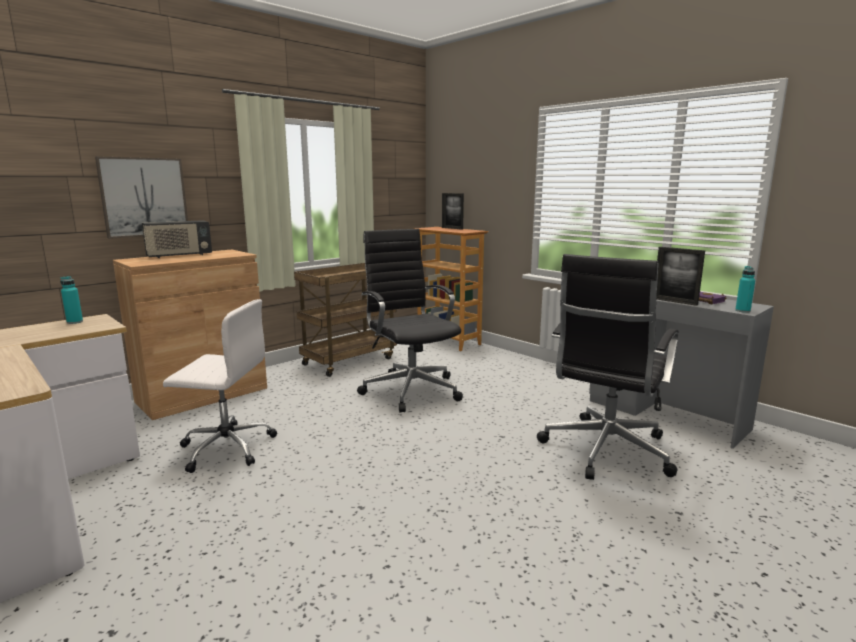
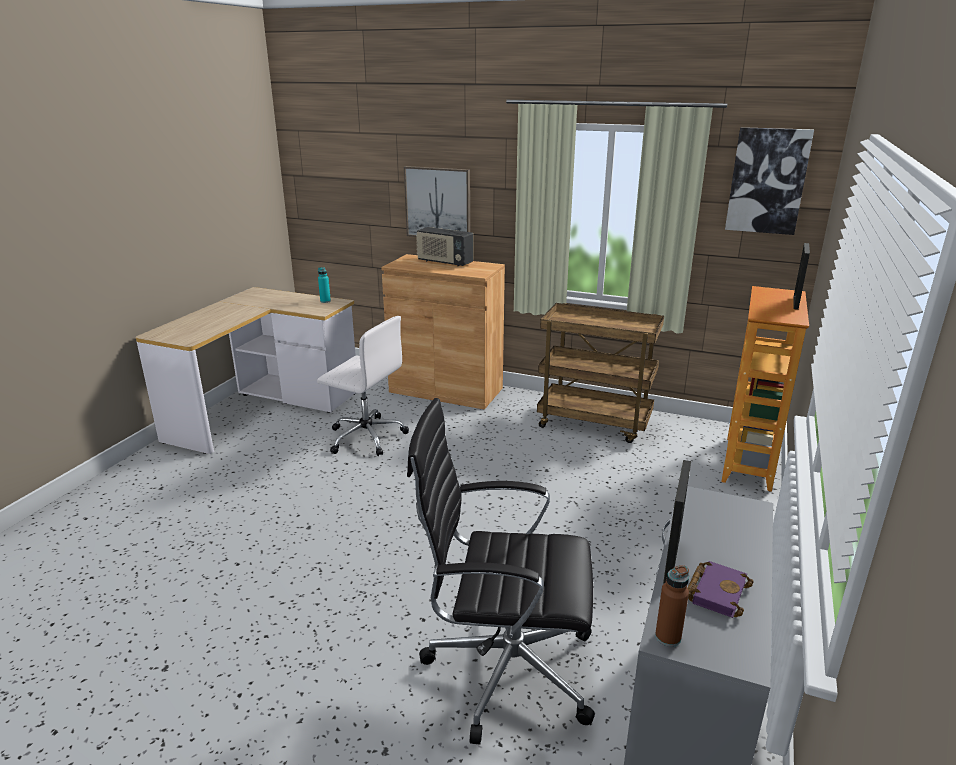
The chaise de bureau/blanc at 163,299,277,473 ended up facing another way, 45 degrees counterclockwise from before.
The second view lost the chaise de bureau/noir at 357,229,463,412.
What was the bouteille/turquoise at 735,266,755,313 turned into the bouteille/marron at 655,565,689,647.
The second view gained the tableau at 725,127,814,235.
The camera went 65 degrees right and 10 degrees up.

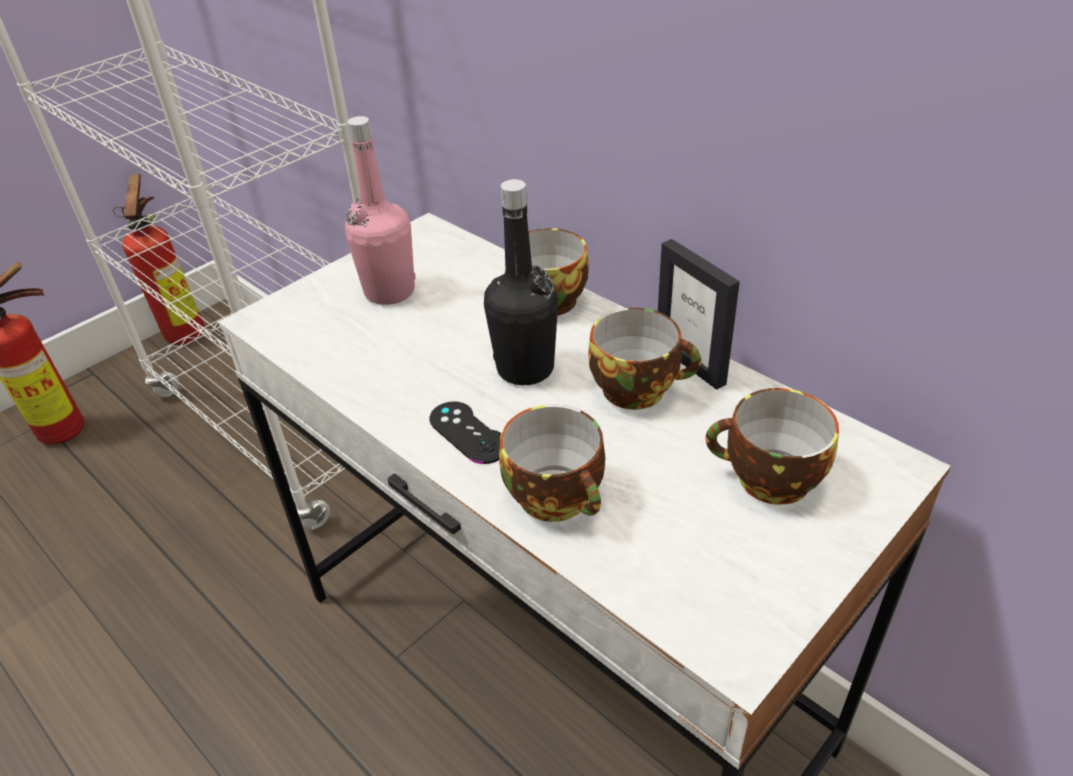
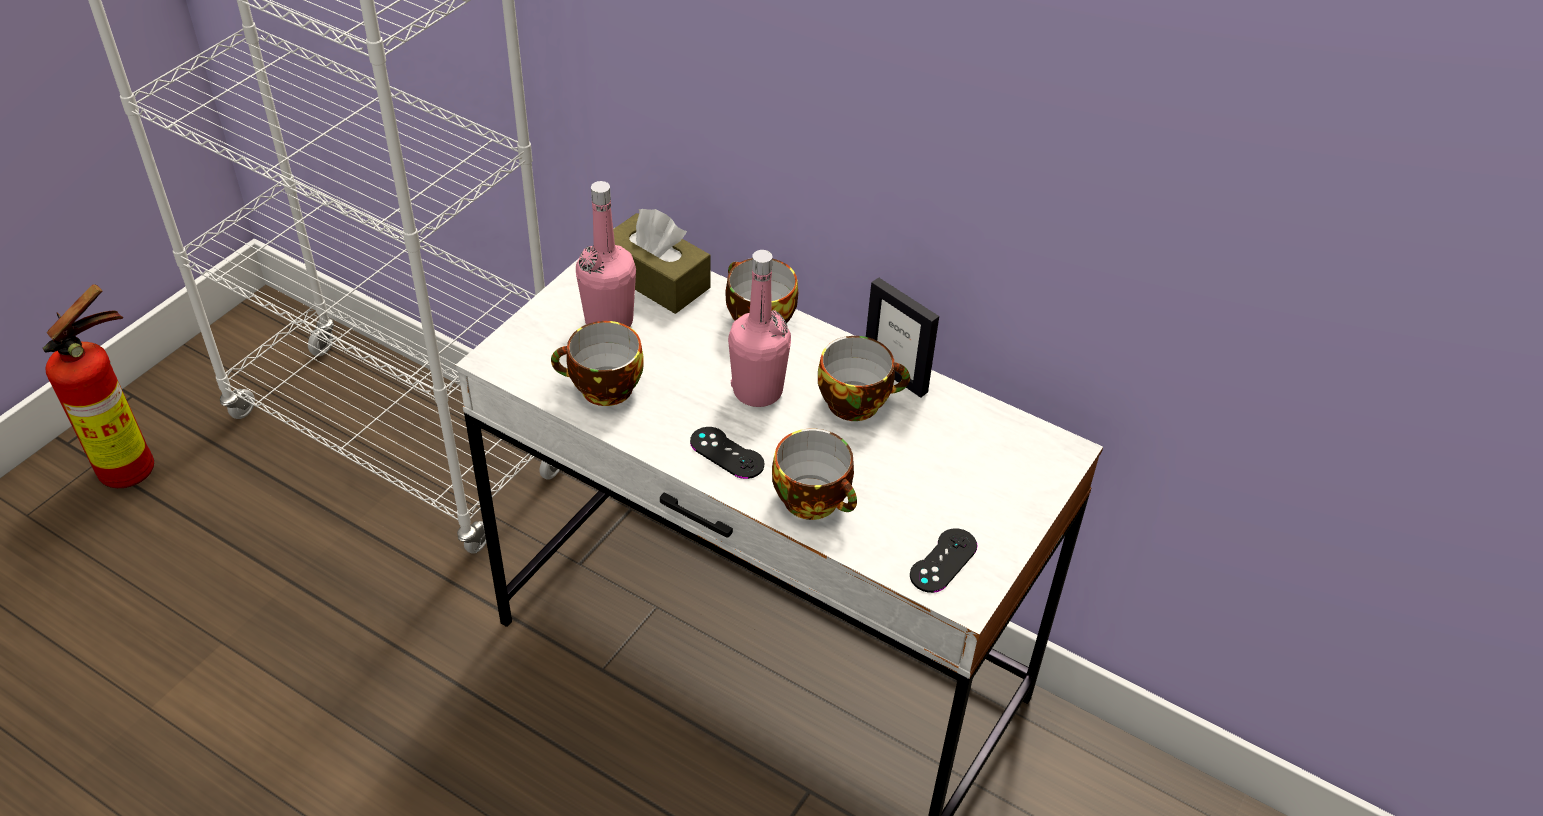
The second view lost the extincteur at 113,174,205,345.
What was the bouteille/noir at 484,179,558,385 turned into the bouteille/rose at 728,250,791,407.
The tasse ended up elsewhere, having gone from 705,388,839,505 to 551,321,644,406.
The second view gained the boîte à mouchoirs/marron at 613,209,710,314.
The second view gained the manette/noir at 910,528,977,593.
The camera went 15 degrees left and 5 degrees up.

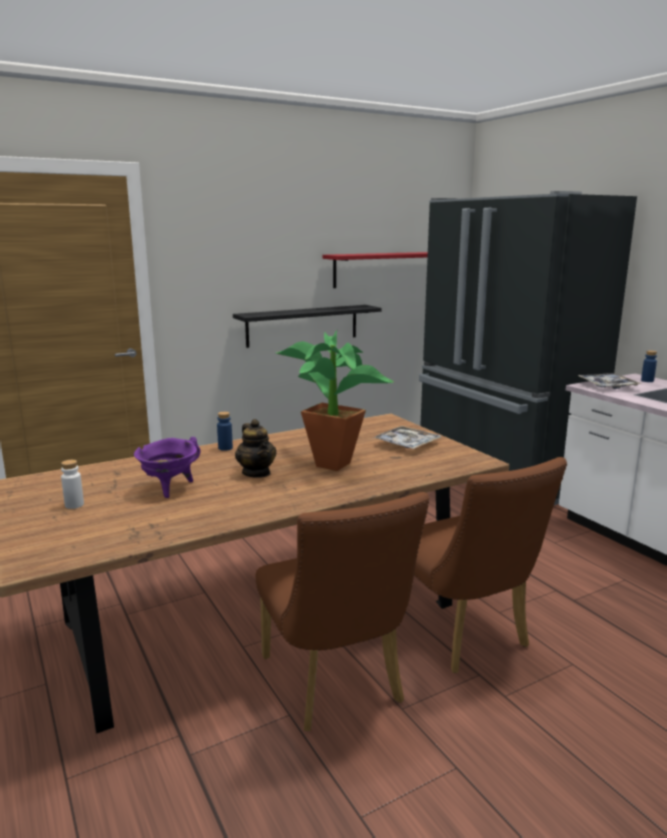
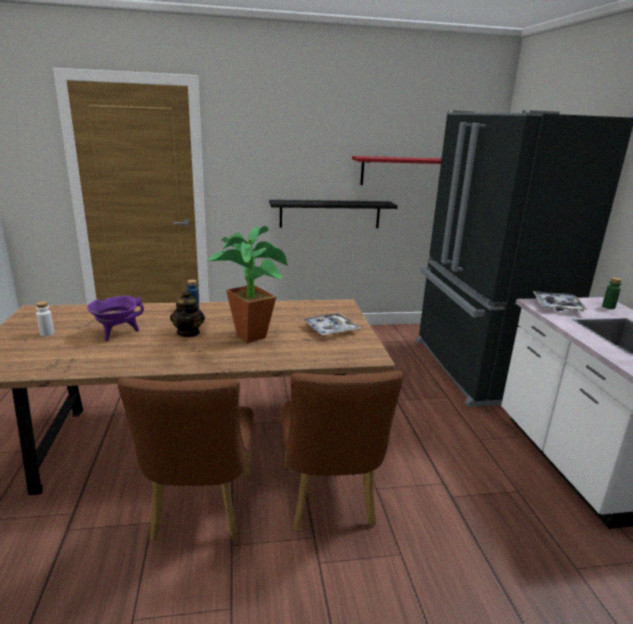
What was the bouteille/bleu at 641,350,657,382 turned into the bouteille/vert at 602,277,622,309.
The camera went 20 degrees right and 5 degrees up.

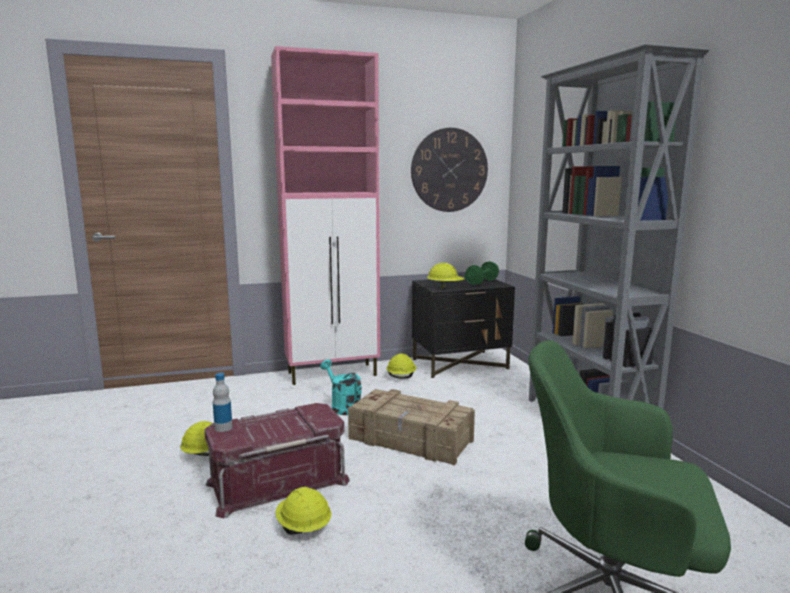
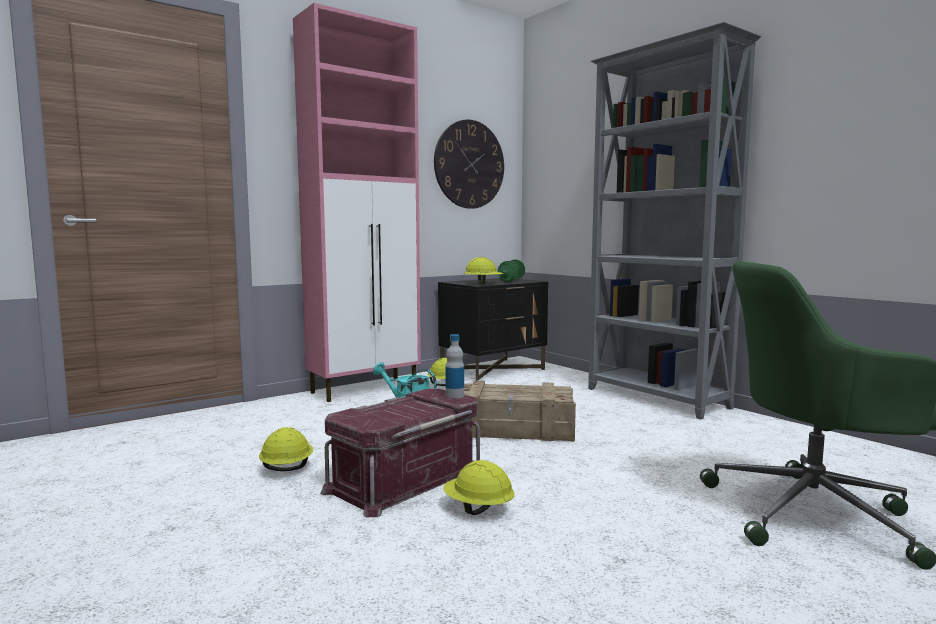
The bouteille ended up elsewhere, having gone from 213,373,233,432 to 445,334,464,399.
The camera went 20 degrees left and 5 degrees down.

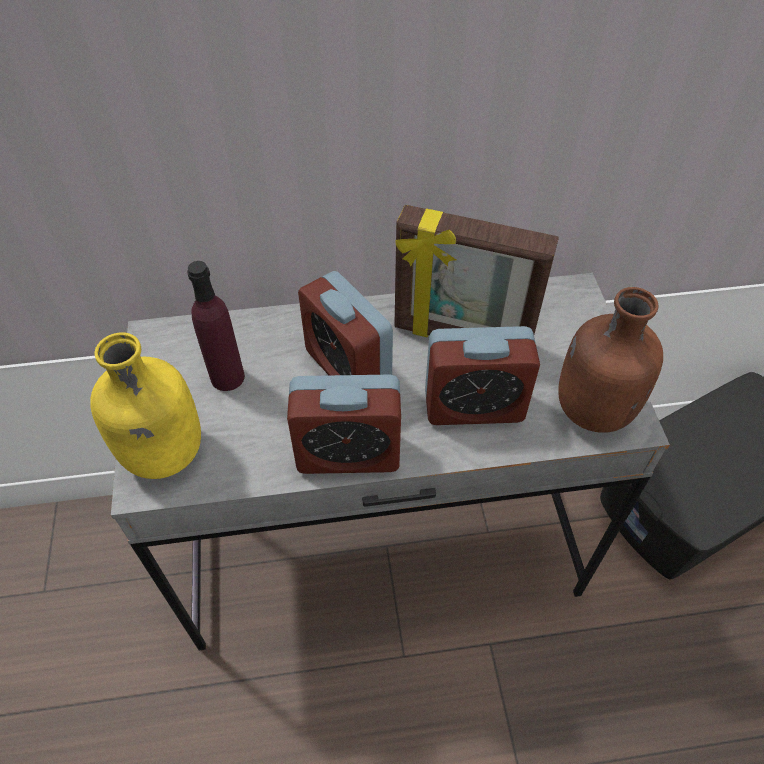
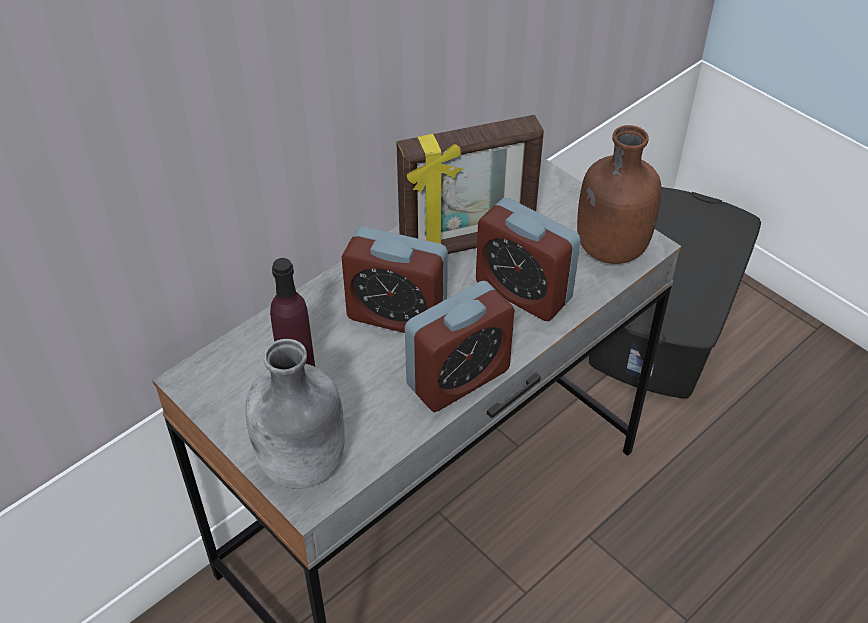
What was the bouteille/jaune at 90,332,201,479 turned into the bouteille/gris at 245,339,344,489.
The réveil at 425,326,540,425 ended up facing another way, 75 degrees clockwise from before.
The camera went 35 degrees left and 5 degrees down.

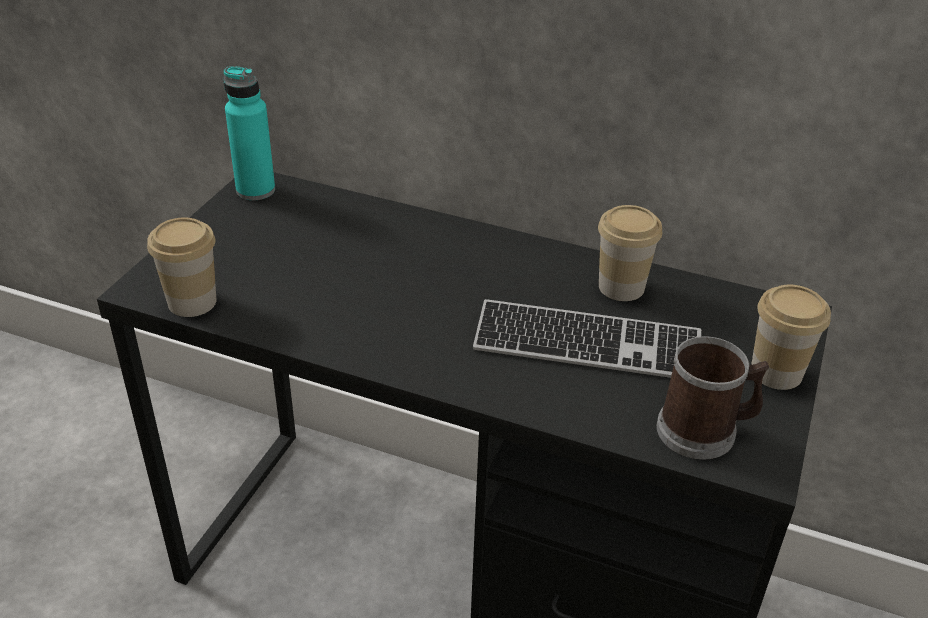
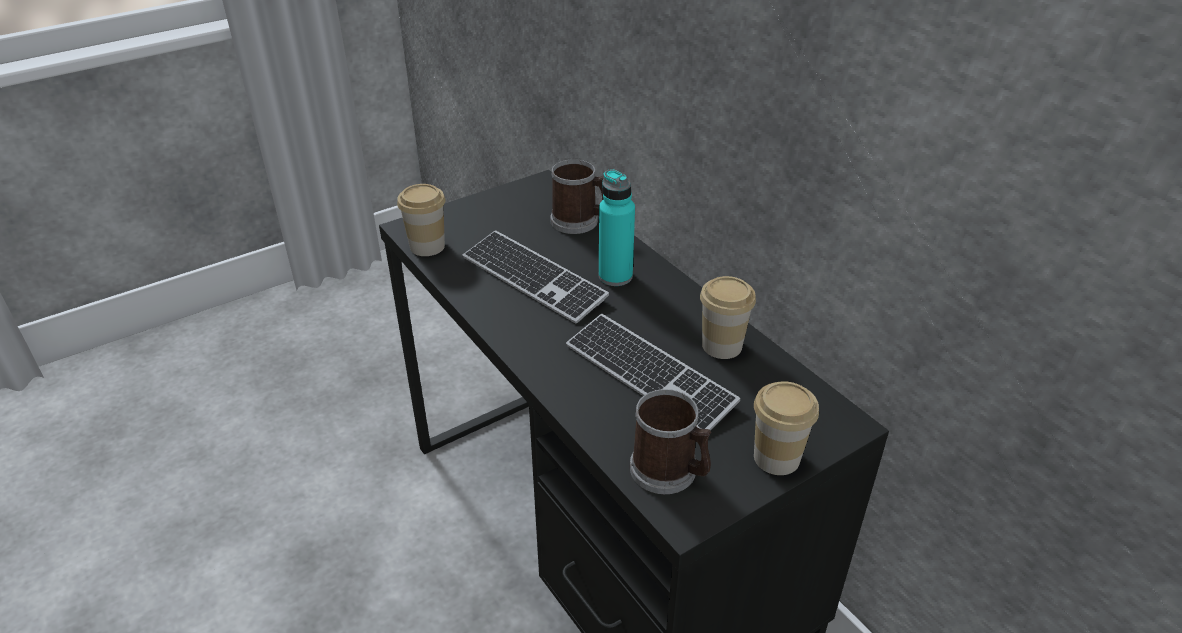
The bouteille/turquoise ended up elsewhere, having gone from 224,66,275,200 to 599,169,635,286.
The second view gained the clavier at 463,230,609,324.
The second view gained the mug at 550,159,604,234.
The camera went 35 degrees right and 0 degrees up.

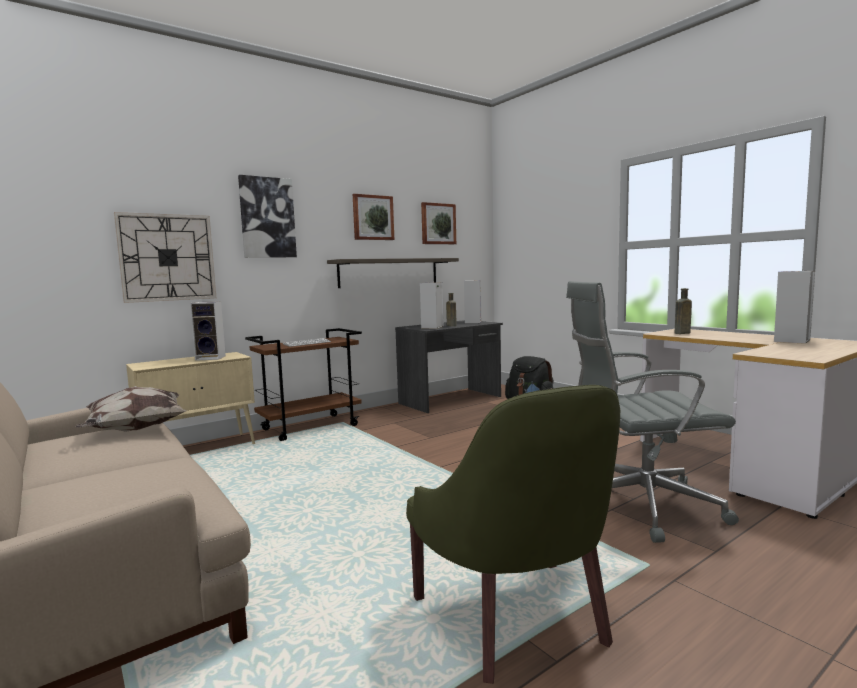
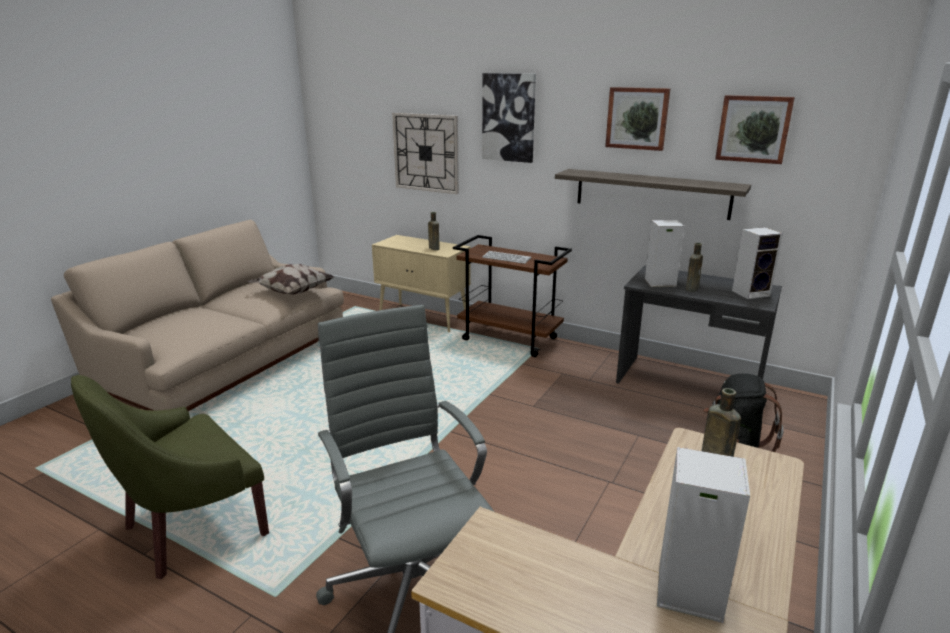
Where the enceinte stood at 190,301,226,361, the bouteille/marron came to stand at 428,212,440,250.
The camera went 65 degrees right and 15 degrees up.

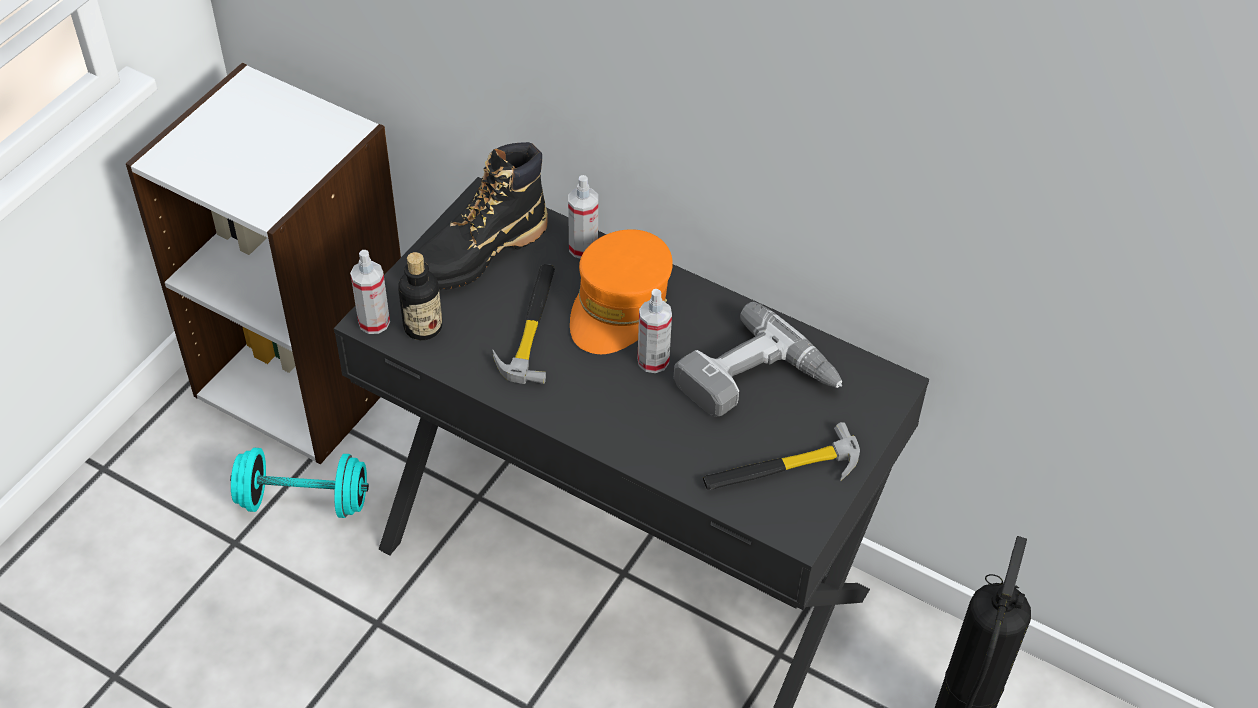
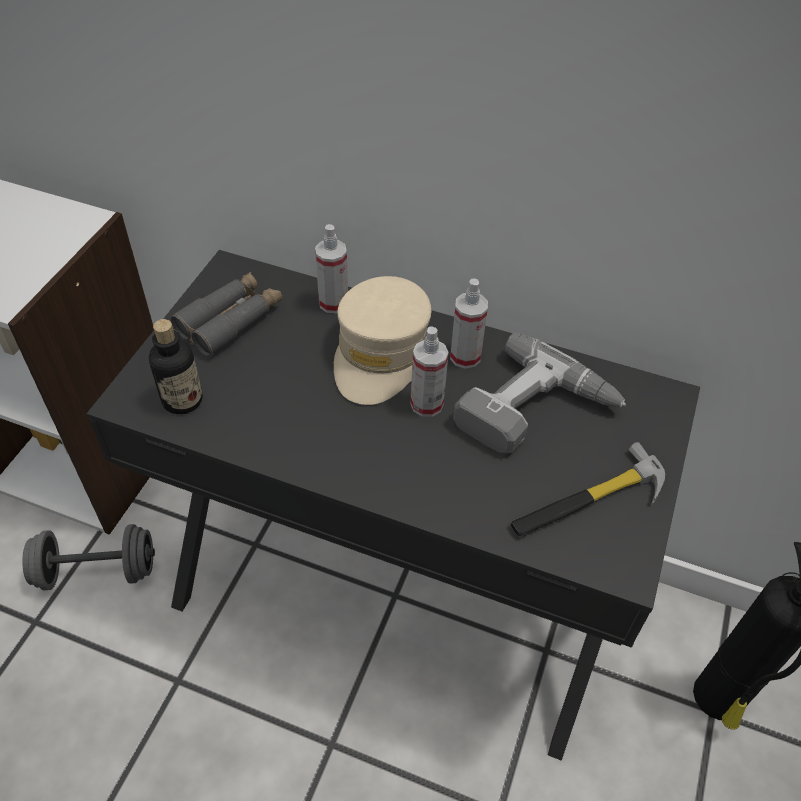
What was the haltère/turquoise at 230,448,369,518 turned into the haltère/gris at 22,524,155,590.
The vaporisateur ended up elsewhere, having gone from 350,250,390,334 to 450,278,488,369.
Where the botte/noir stood at 417,142,548,290, the jumelles/gris came to stand at 171,272,283,356.
The second view lost the marteau at 492,264,555,384.
What was the casquette/orange at 570,229,673,354 turned into the casquette/beige at 334,276,431,405.
The camera went 10 degrees left and 0 degrees up.

